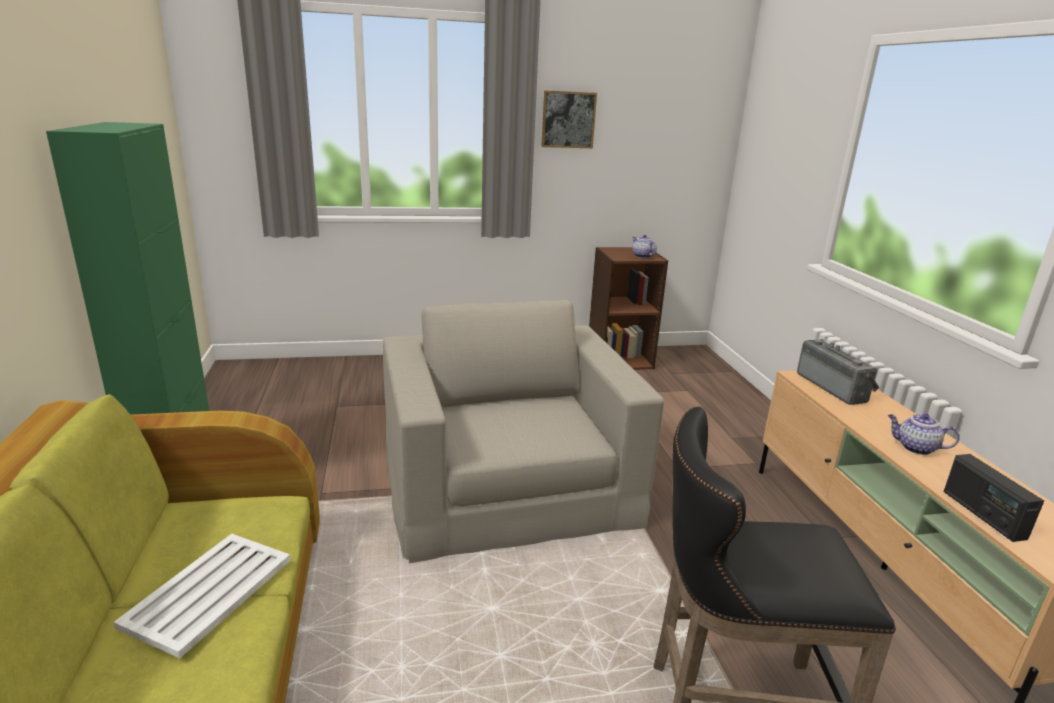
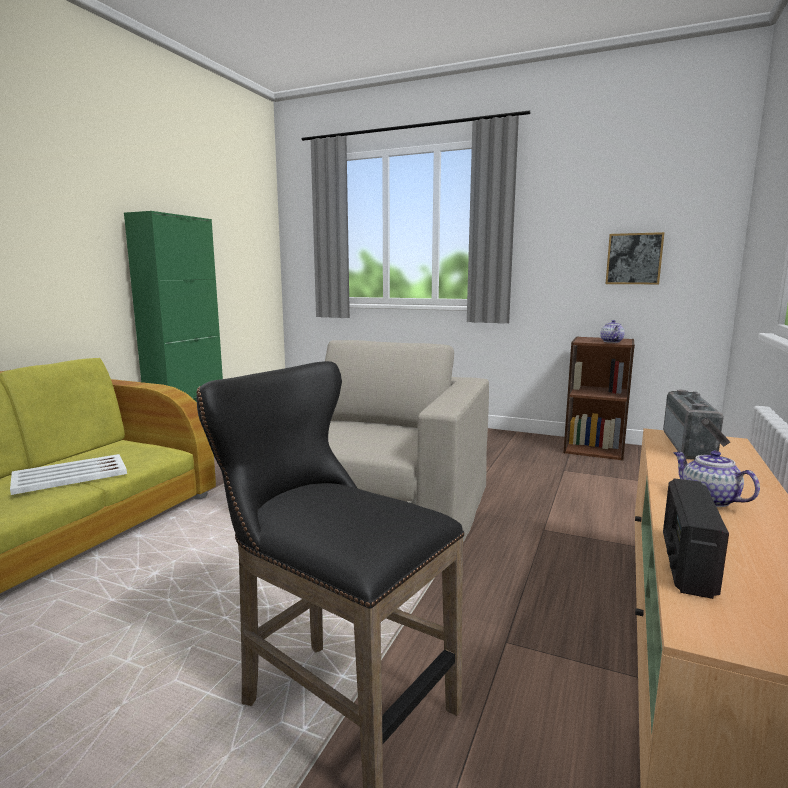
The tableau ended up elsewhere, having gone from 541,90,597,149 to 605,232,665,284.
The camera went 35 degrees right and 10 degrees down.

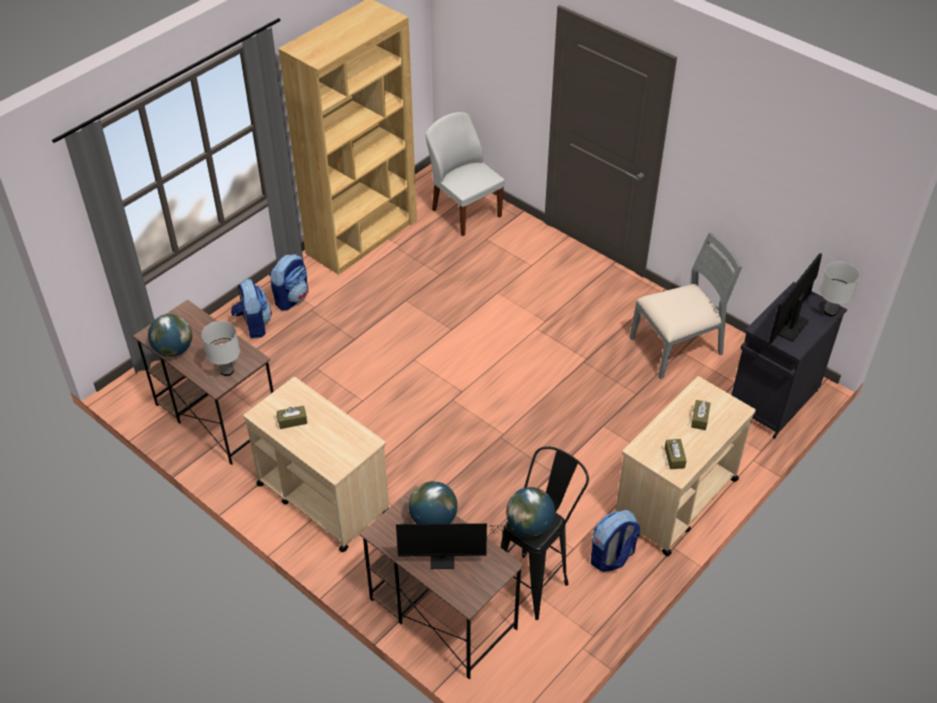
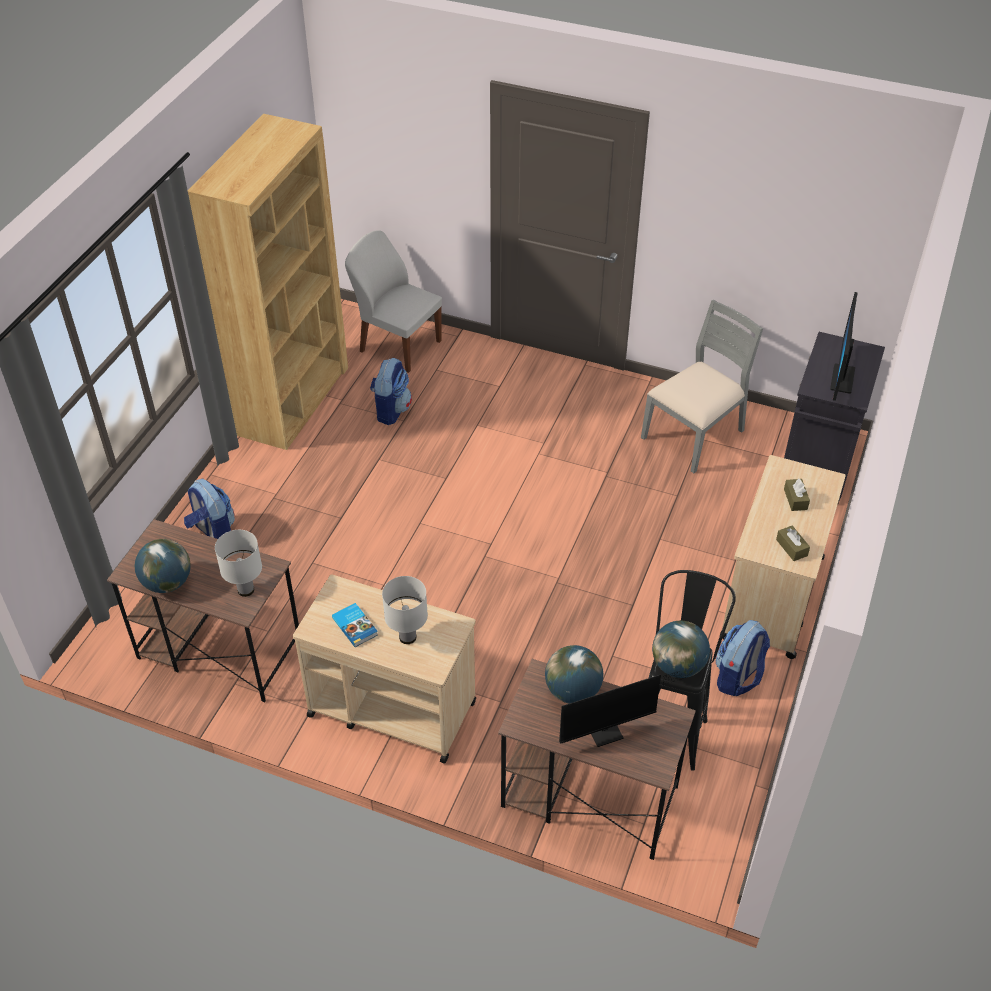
The sac à dos ended up elsewhere, having gone from 269,254,308,310 to 370,357,412,425.
Where the boîte à mouchoirs/marron stood at 277,406,307,429, the livre came to stand at 332,603,378,647.
The lampe de table/blanc ended up elsewhere, having gone from 820,262,860,316 to 382,576,428,644.
The camera went 20 degrees left and 0 degrees up.

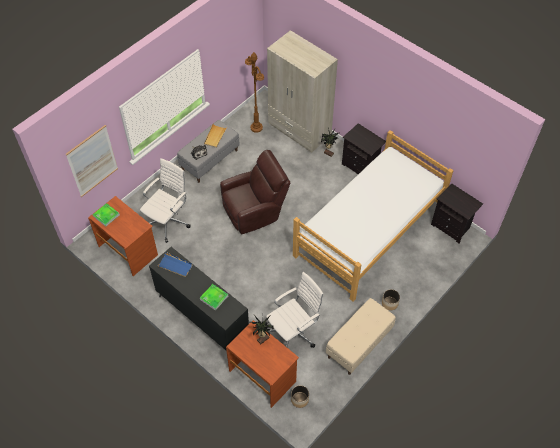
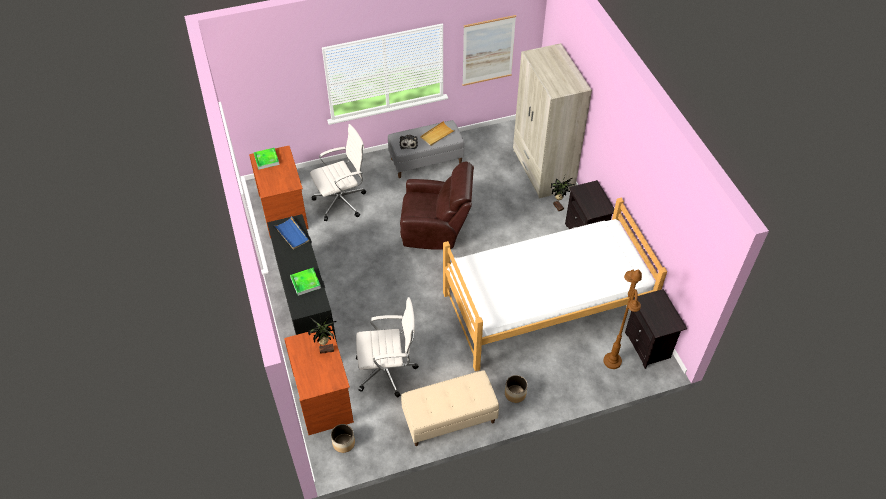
The tableau ended up elsewhere, having gone from 66,125,118,197 to 462,15,516,86.
The lampadaire/marron ended up elsewhere, having gone from 245,52,264,133 to 603,269,642,369.
The camera went 30 degrees right and 5 degrees down.

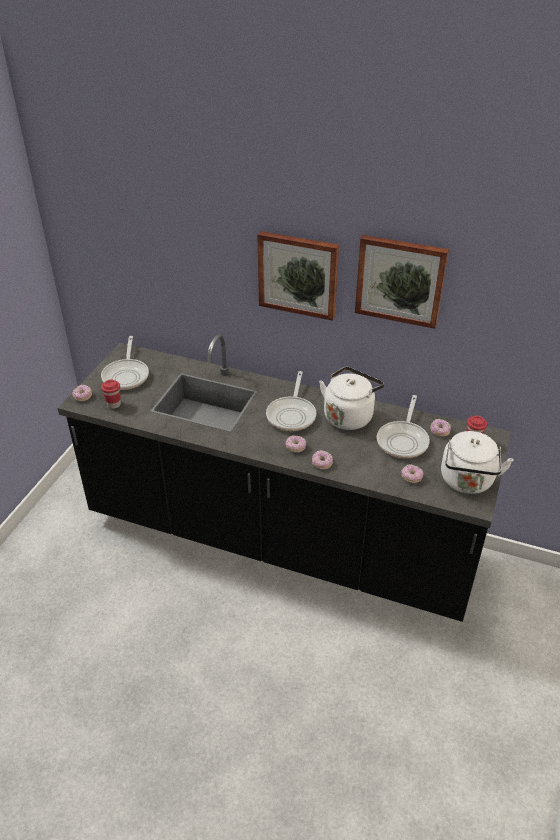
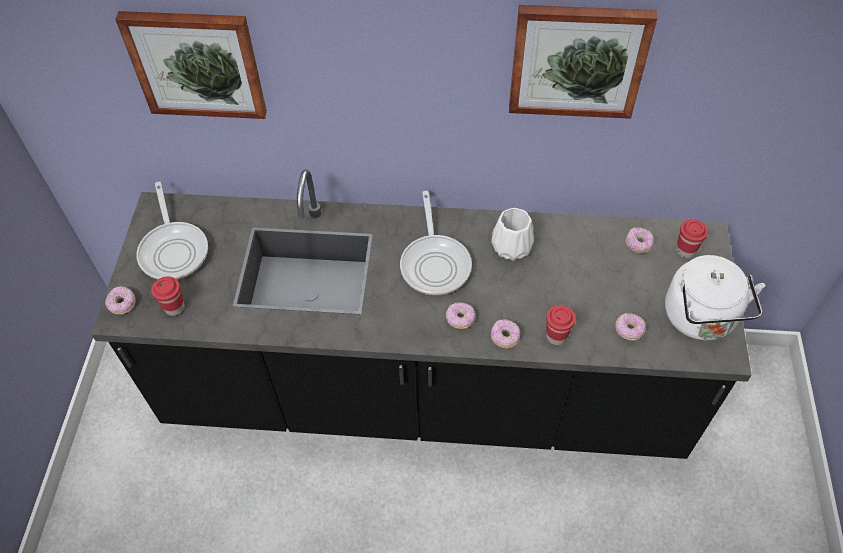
The tableau ended up elsewhere, having gone from 257,231,339,321 to 115,11,267,119.
Where the bouilloire/blanc stood at 319,366,384,430, the vase/blanc came to stand at 491,208,534,261.
The second view lost the poêle at 377,395,430,458.
The second view gained the tasse/rouge at 546,305,576,345.
The camera went 15 degrees left and 15 degrees up.

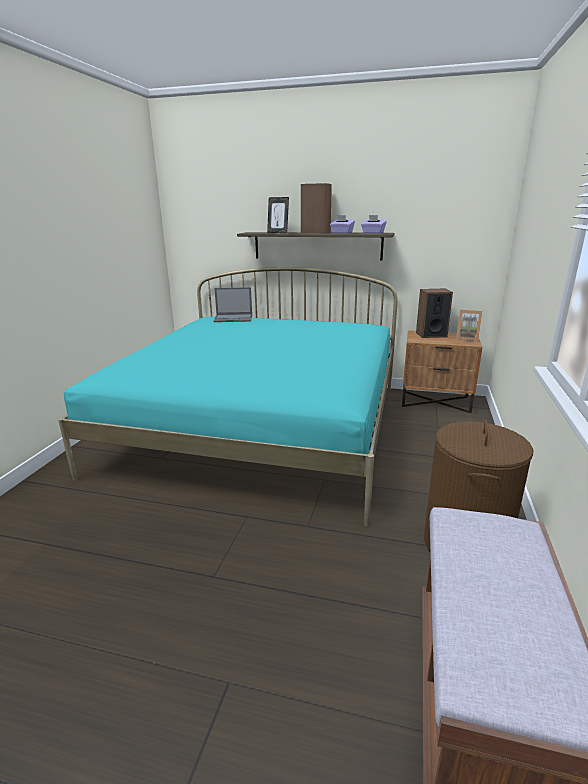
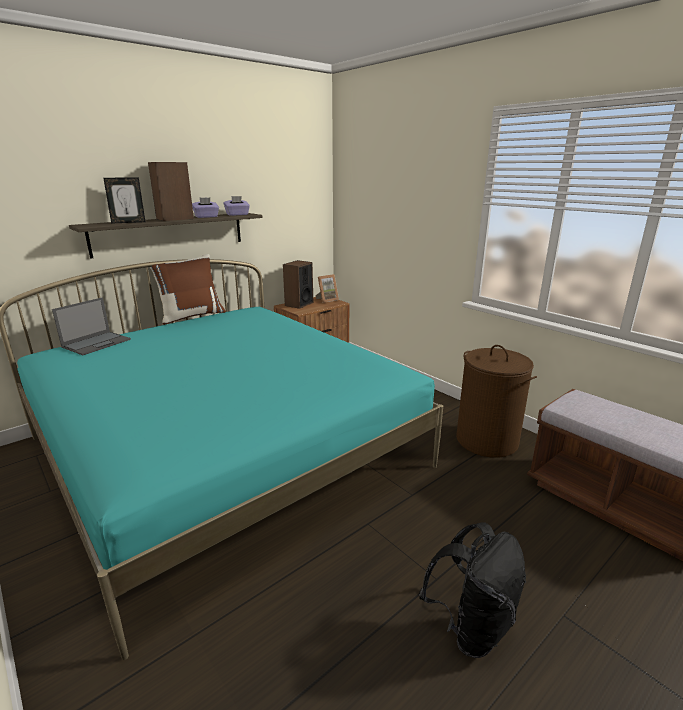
The second view gained the coussin/marron at 150,254,226,325.
The second view gained the sac à dos/noir at 419,523,526,658.
The camera went 55 degrees left and 0 degrees up.

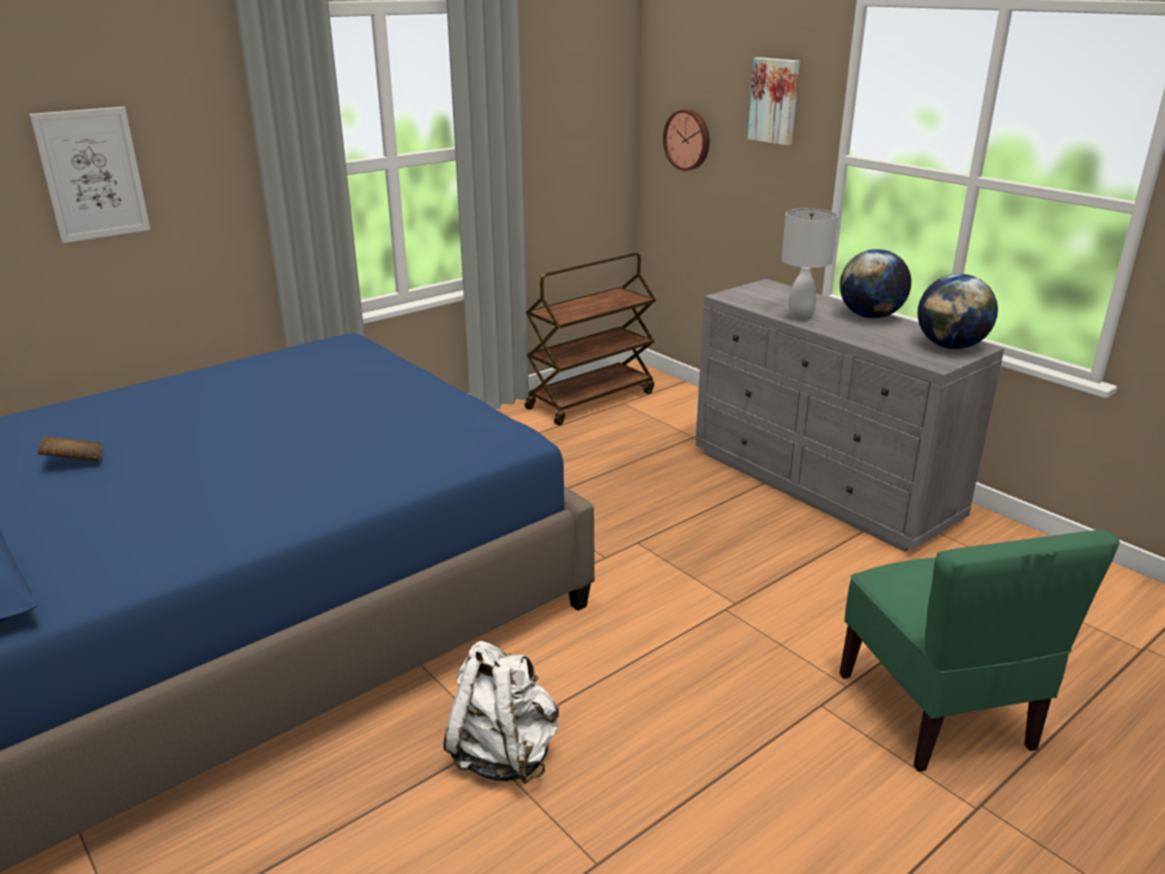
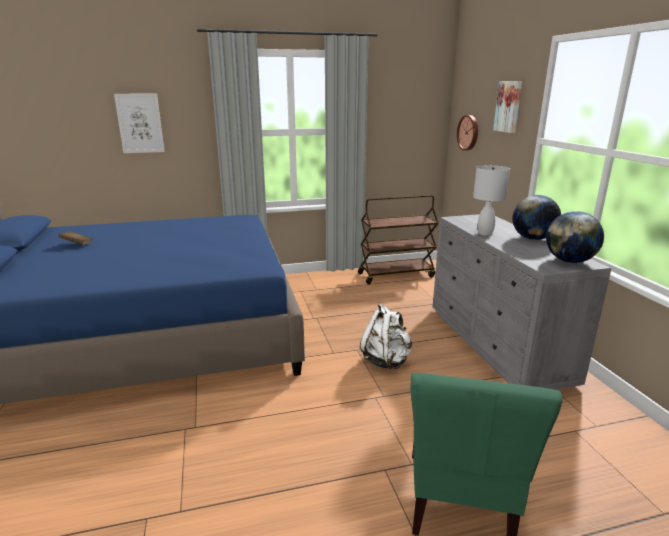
The sac à dos/blanc ended up elsewhere, having gone from 443,641,559,784 to 360,304,412,369.
The camera went 25 degrees right and 5 degrees down.

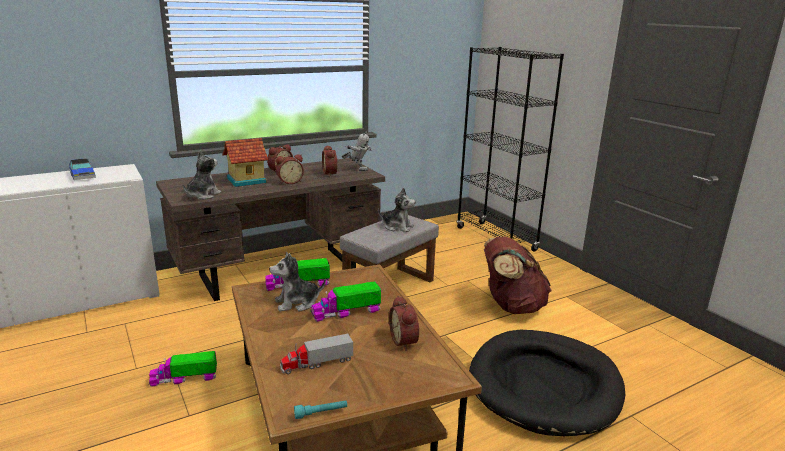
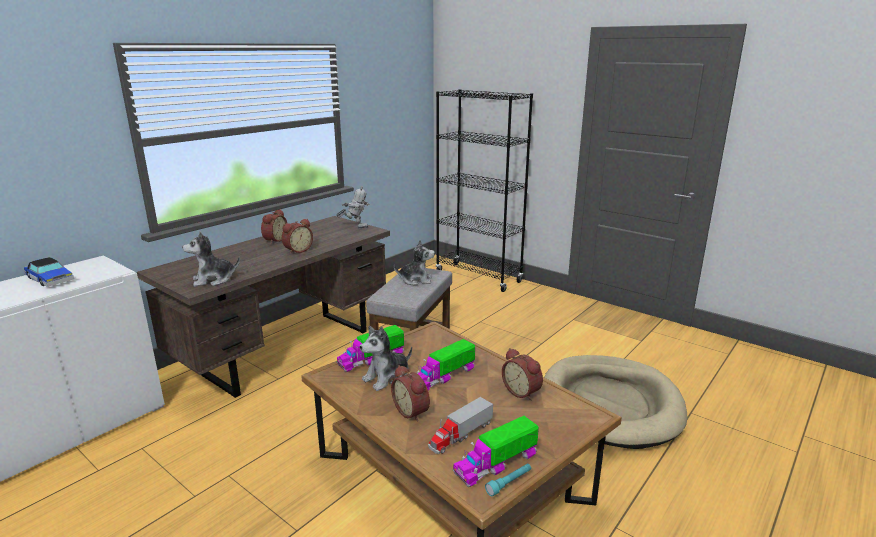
The camion jouet ended up elsewhere, having gone from 149,351,217,386 to 453,416,539,487.
The peluche at 183,150,222,200 ended up facing another way, 120 degrees counterclockwise from before.
The second view lost the maison miniature at 222,138,269,187.
The réveil ended up elsewhere, having gone from 322,145,338,177 to 391,365,430,422.
What was the panier pour chien/noir at 469,330,625,436 turned into the panier pour chien/beige at 544,355,688,449.
The second view lost the sac à dos/marron at 484,236,551,314.
The camera went 20 degrees left and 0 degrees up.

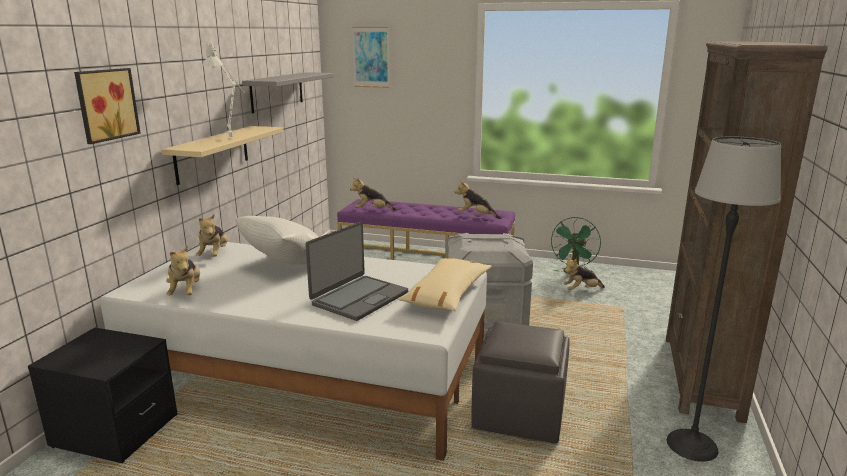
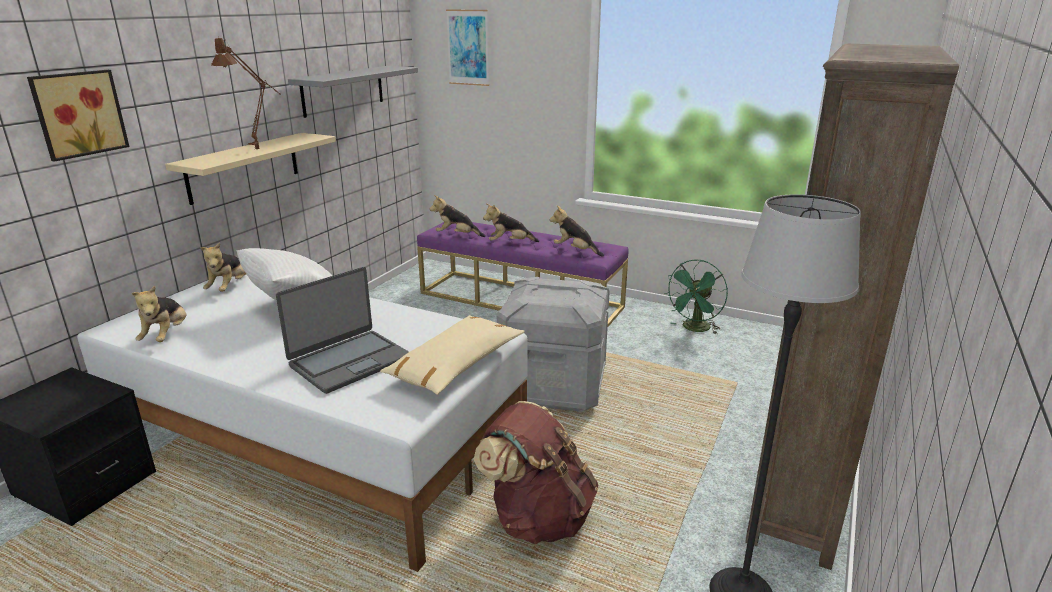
What was the lampe de table/blanc at 202,43,245,137 turned into the lampe de table/marron at 211,38,282,149.
Where the pouf/gris stood at 472,321,569,444, the sac à dos/marron came to stand at 473,401,598,544.
The peluche ended up elsewhere, having gone from 563,258,605,290 to 483,203,539,242.
The camera went 10 degrees right and 5 degrees up.

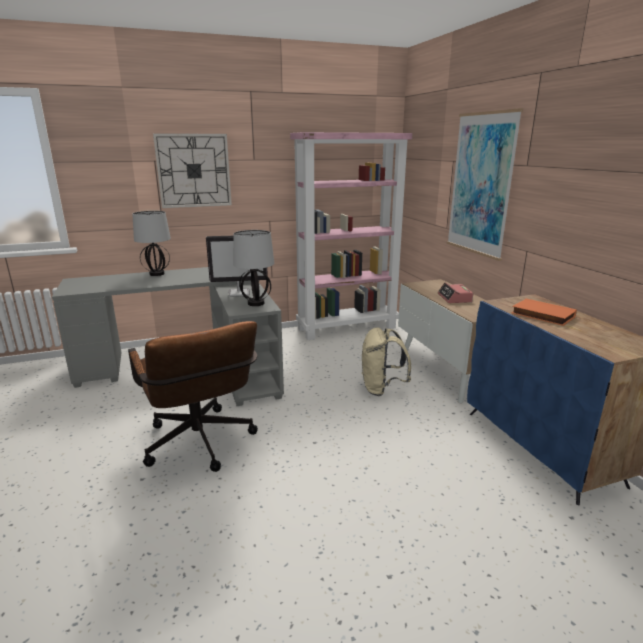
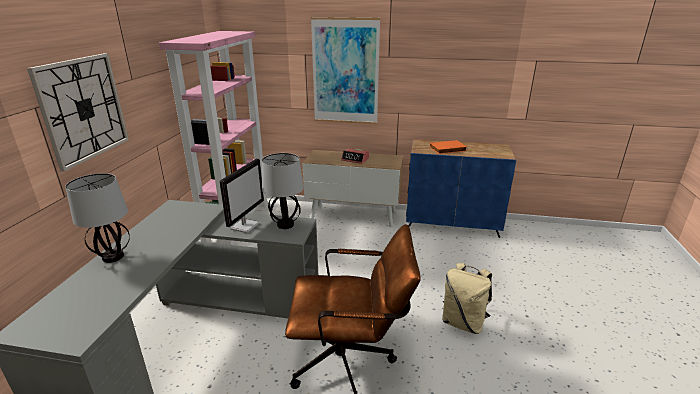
The sac à dos/beige ended up elsewhere, having gone from 362,327,411,396 to 442,263,492,334.
The camera went 60 degrees left and 5 degrees up.

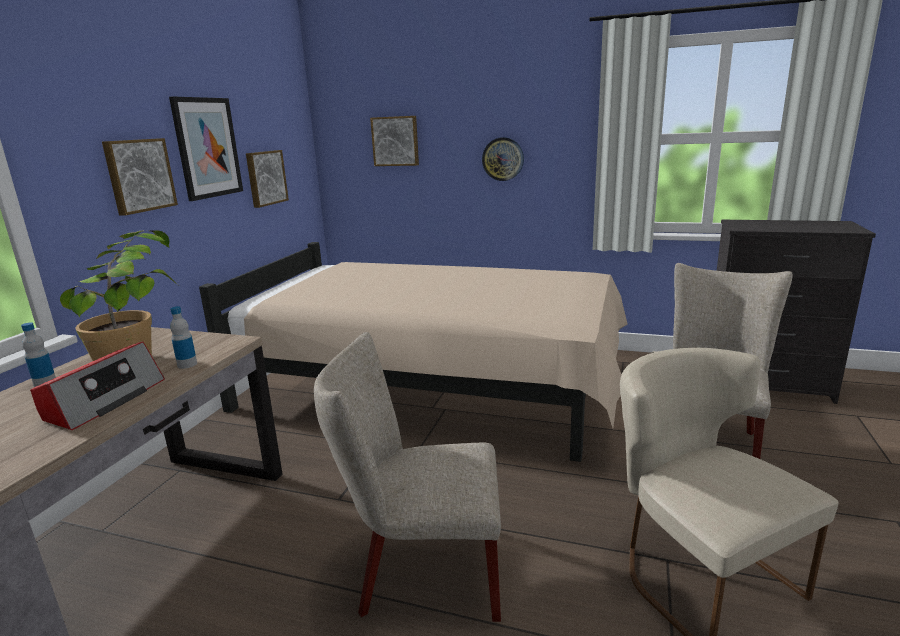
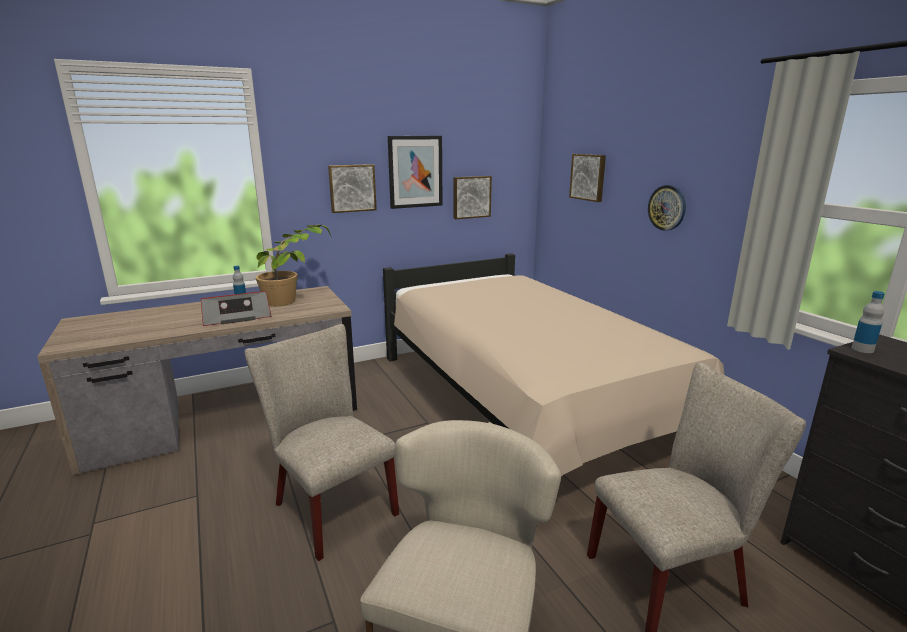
The bouteille ended up elsewhere, having gone from 170,306,197,369 to 852,291,885,353.
The camera went 45 degrees right and 0 degrees up.

